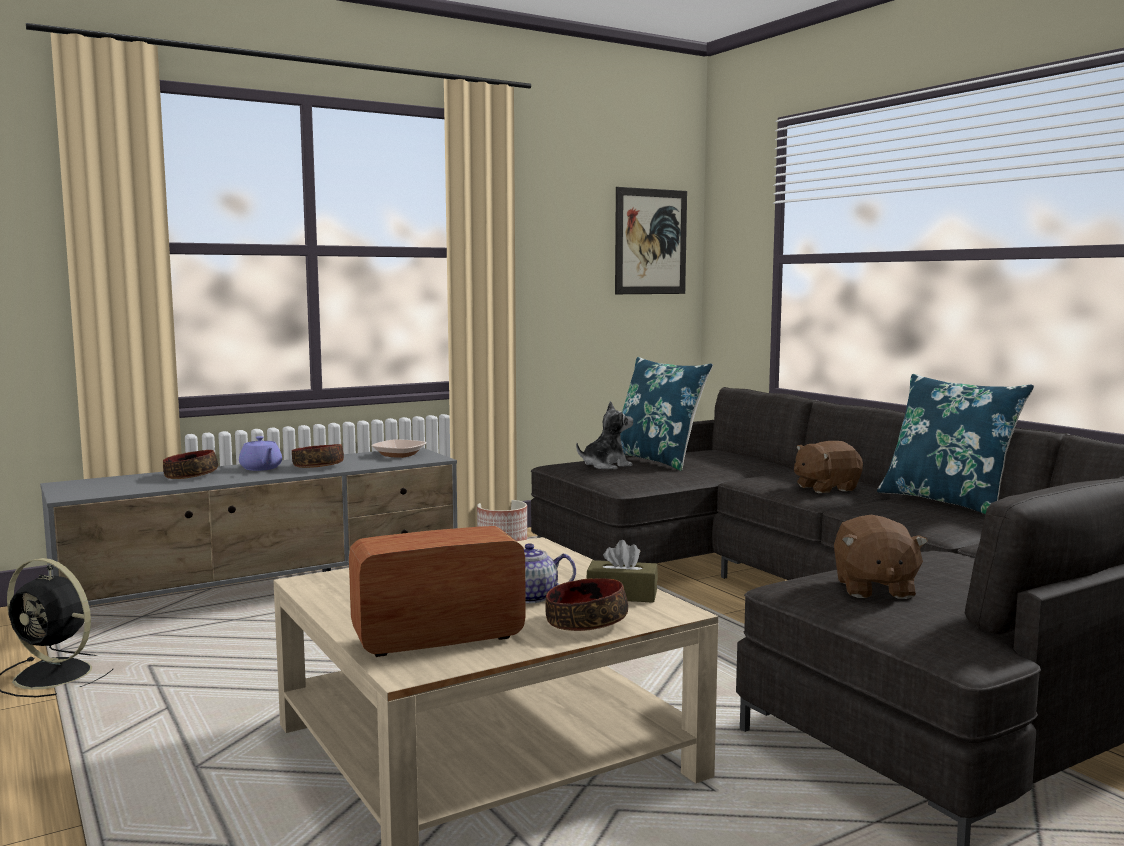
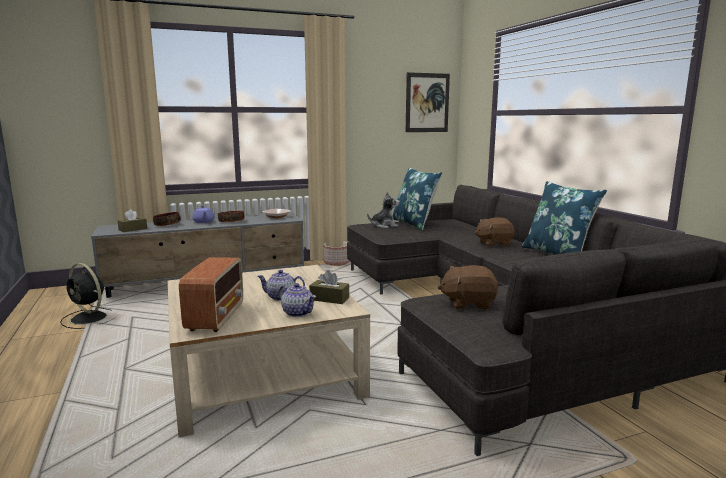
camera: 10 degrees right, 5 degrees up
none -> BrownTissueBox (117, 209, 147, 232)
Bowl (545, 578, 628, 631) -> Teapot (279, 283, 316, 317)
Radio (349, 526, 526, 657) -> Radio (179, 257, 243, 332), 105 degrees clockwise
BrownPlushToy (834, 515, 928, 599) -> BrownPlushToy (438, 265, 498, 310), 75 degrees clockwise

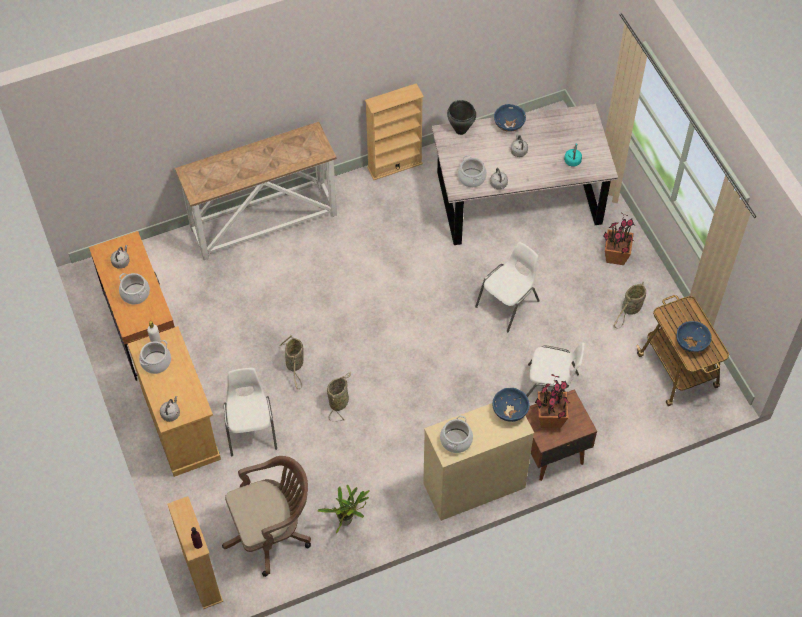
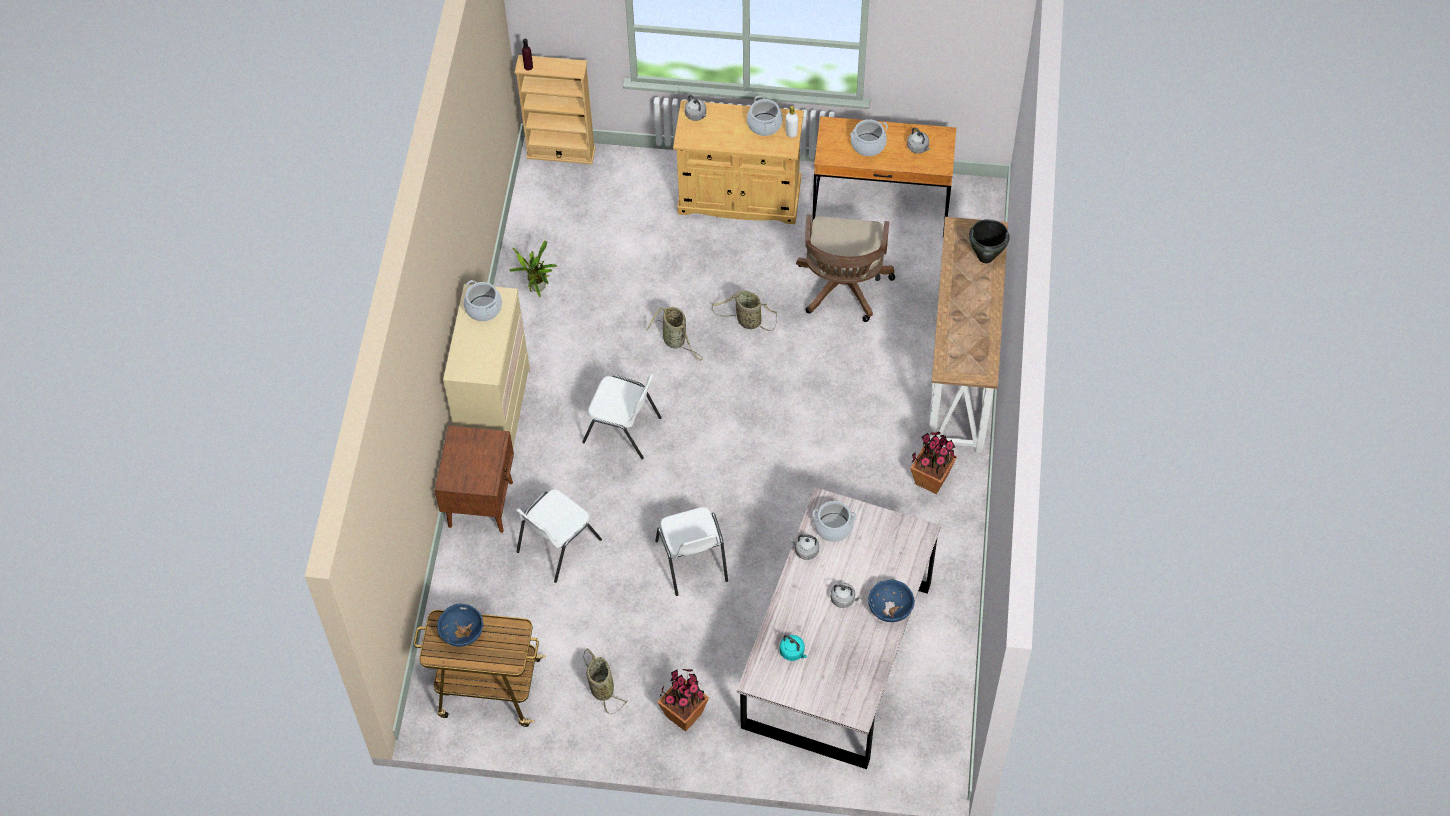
camera: 120 degrees right, 0 degrees up
BeigeBookcase (365, 83, 424, 180) -> none
BlueBowl (492, 388, 530, 422) -> none
BrownOfficeChair (222, 456, 311, 577) -> BrownOfficeChair (796, 214, 895, 322), shifted
WhiteChair (224, 368, 277, 457) -> WhiteChair (582, 374, 661, 459), shifted
BlackCookingPot (447, 100, 476, 135) -> BlackCookingPot (969, 219, 1009, 263), shifted
PottedPlant (535, 374, 570, 428) -> PottedPlant (910, 432, 957, 494), shifted

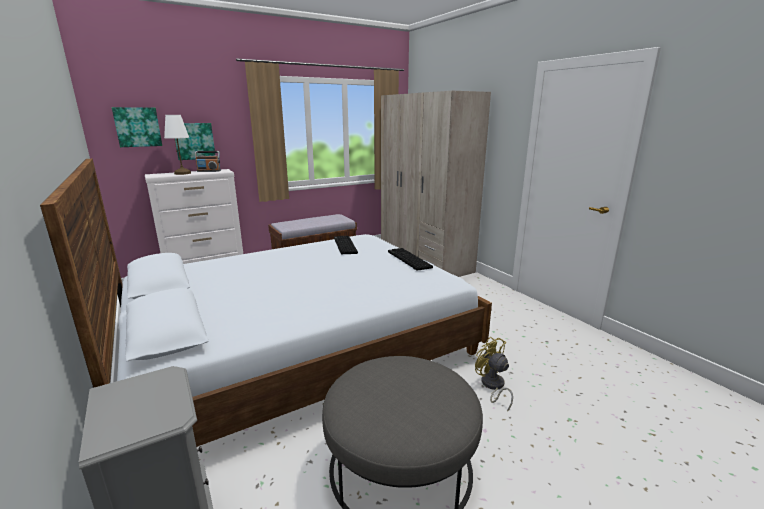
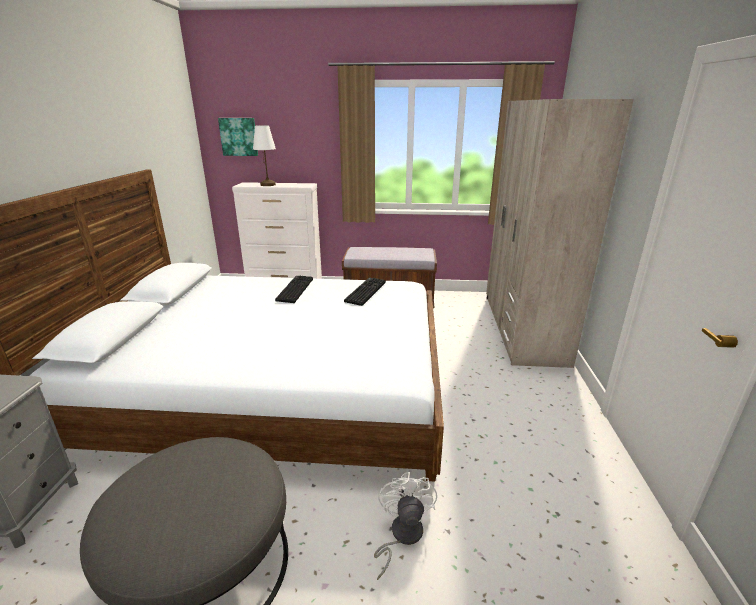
camera: 35 degrees right, 5 degrees up
Picture (175, 123, 216, 160) -> none
Radio (195, 151, 221, 172) -> none
Keyboard (388, 248, 433, 271) -> Keyboard (275, 276, 313, 303), shifted
YellowFan (475, 337, 513, 412) -> WhiteFan (374, 472, 437, 580)

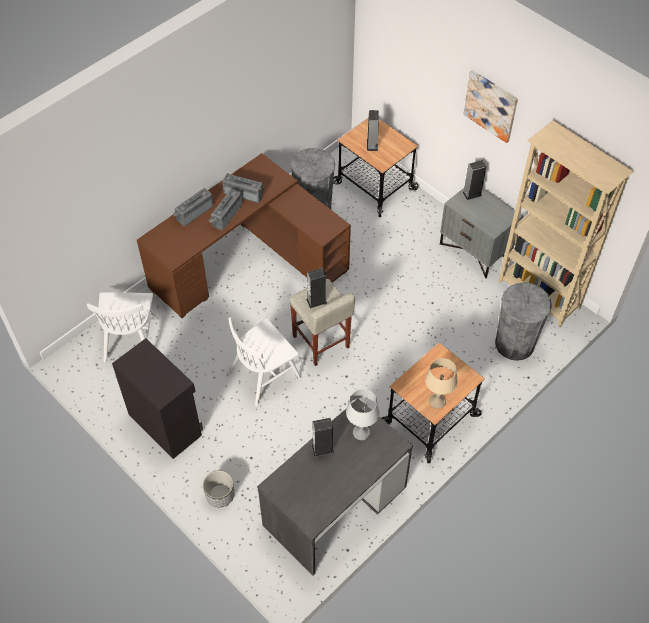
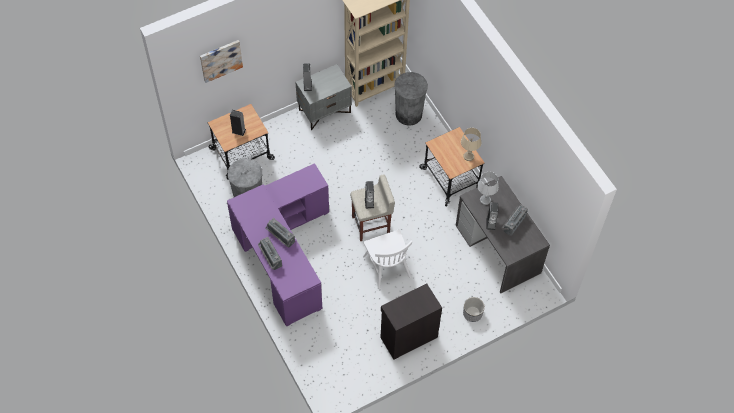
camera: 75 degrees left, 5 degrees up
WhiteChair (87, 292, 159, 362) -> none
Radio (222, 173, 265, 203) -> Radio (502, 204, 528, 236), shifted
Picture (463, 70, 518, 143) -> Picture (200, 40, 243, 83), shifted
BrownDesk (137, 153, 351, 318) -> PurpleDesk (227, 163, 329, 326)

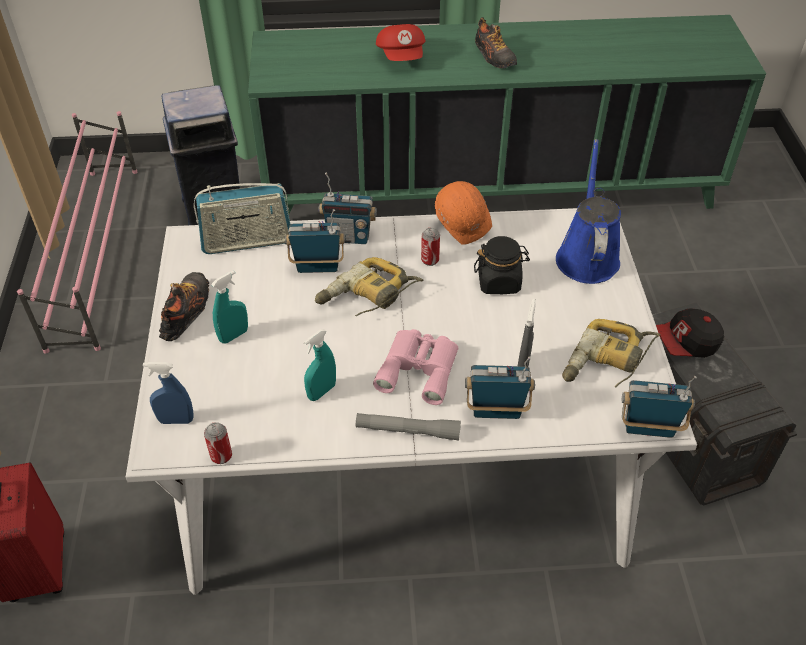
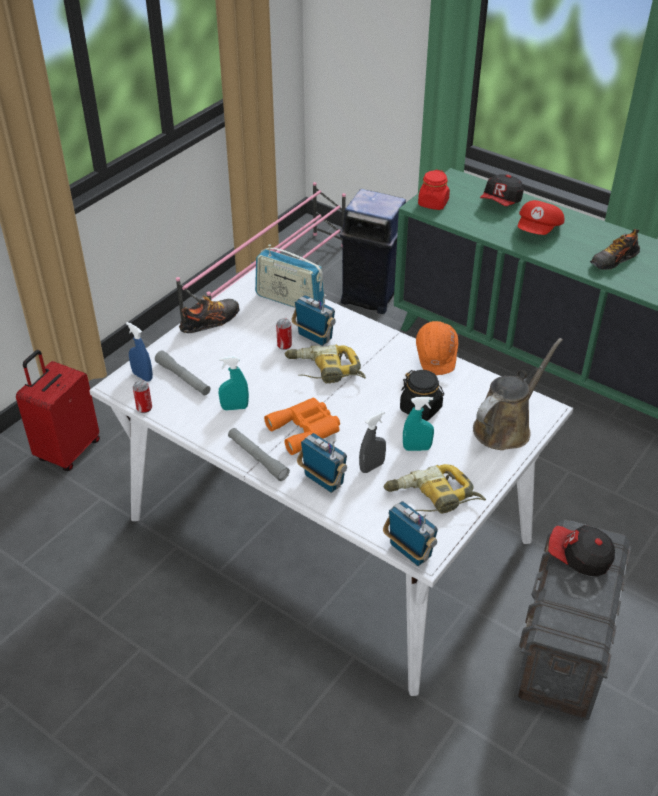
camera: 40 degrees right, 5 degrees down
Radio (319, 173, 377, 244) -> none
none -> GreyFlashlight (155, 351, 211, 395)
none -> RedJar (418, 170, 450, 210)
none -> Cap (480, 174, 524, 206)
TurquoiseSprayBottle (211, 270, 248, 344) -> TurquoiseSprayBottle (403, 397, 434, 451), shifted
Can (421, 228, 440, 266) -> Can (276, 318, 292, 350), shifted
PinkBinoculars (373, 329, 458, 405) -> OrangeBinoculars (264, 398, 340, 455)
BlueWateringCan (556, 139, 621, 284) -> BrownWateringCan (473, 338, 563, 450)
Shoe (475, 17, 517, 68) -> Shoe (590, 229, 640, 270), 45 degrees clockwise

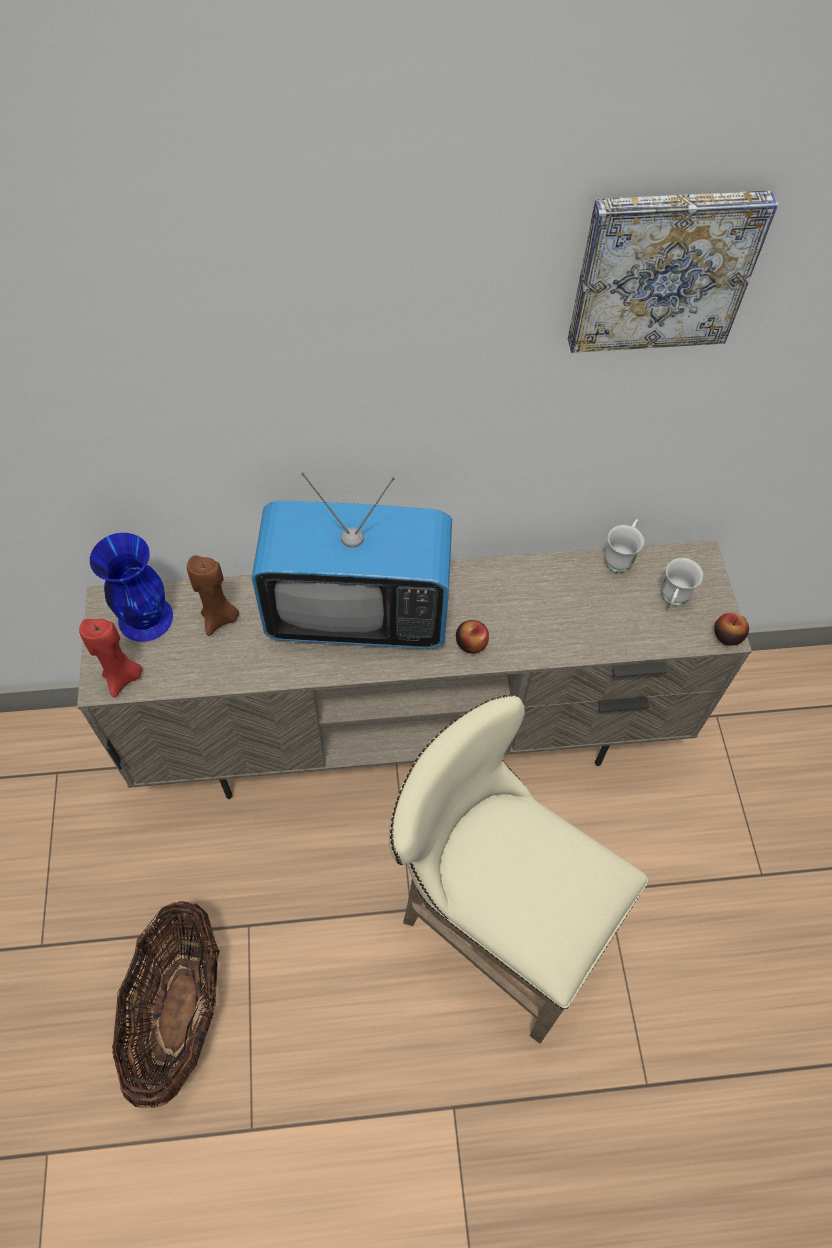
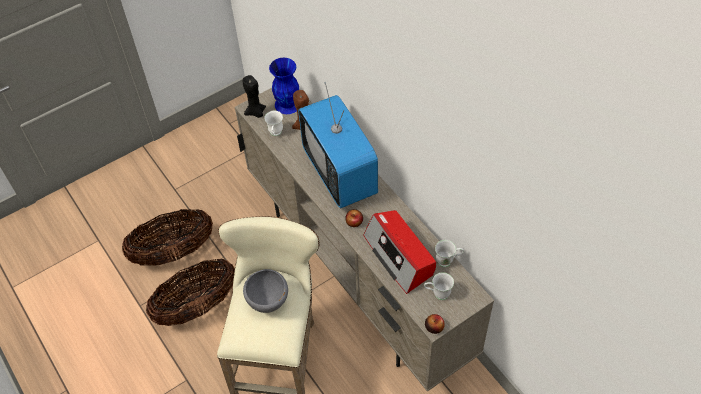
camera: 65 degrees right, 5 degrees down
Picture (568, 190, 778, 353) -> none
none -> Basket (146, 259, 235, 326)
none -> GreyBowl (243, 269, 288, 313)
none -> WhiteMug (264, 111, 283, 136)
none -> Radio (363, 210, 436, 294)
RedCandle (79, 619, 142, 698) -> BlackCandle (243, 75, 266, 118)

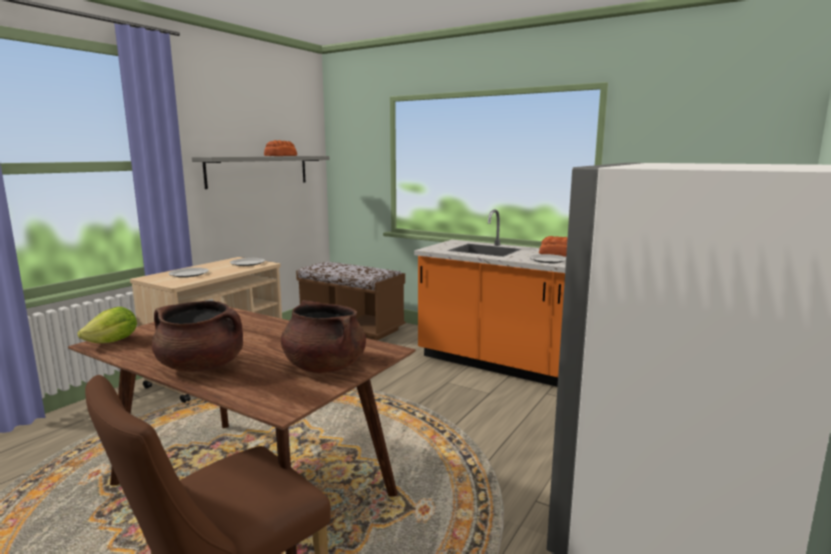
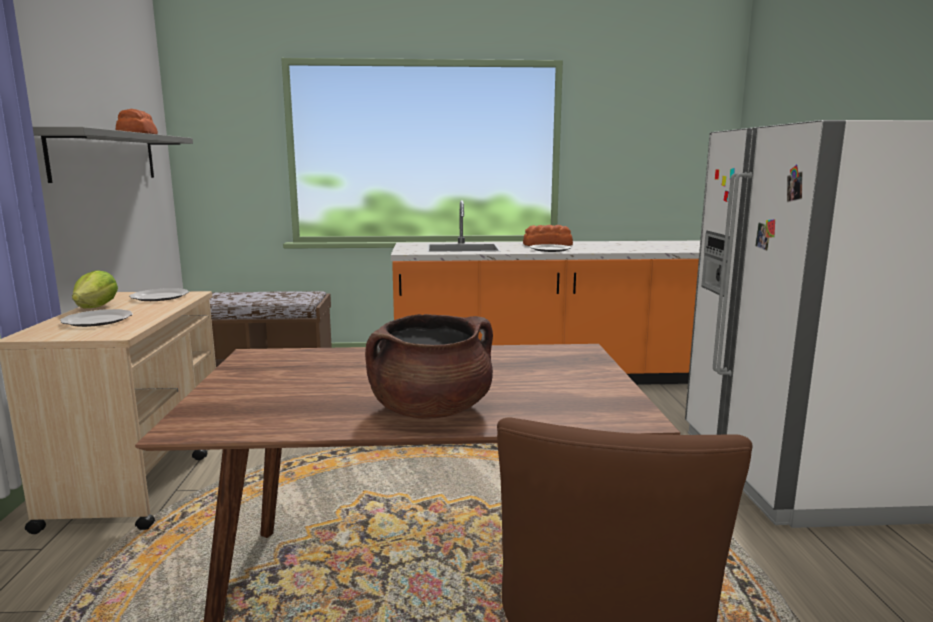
camera: 35 degrees left, 0 degrees up
BrownCookingPot (281, 300, 366, 373) -> none
Lettuce (77, 307, 137, 343) -> Lettuce (72, 270, 118, 308), shifted

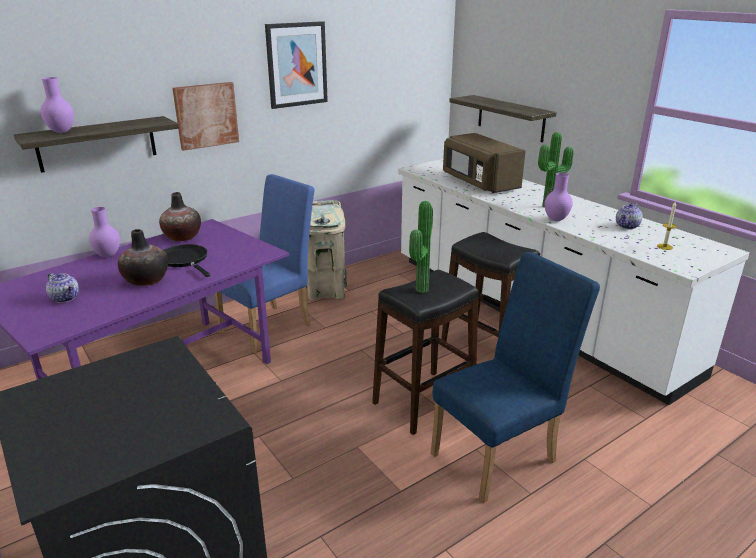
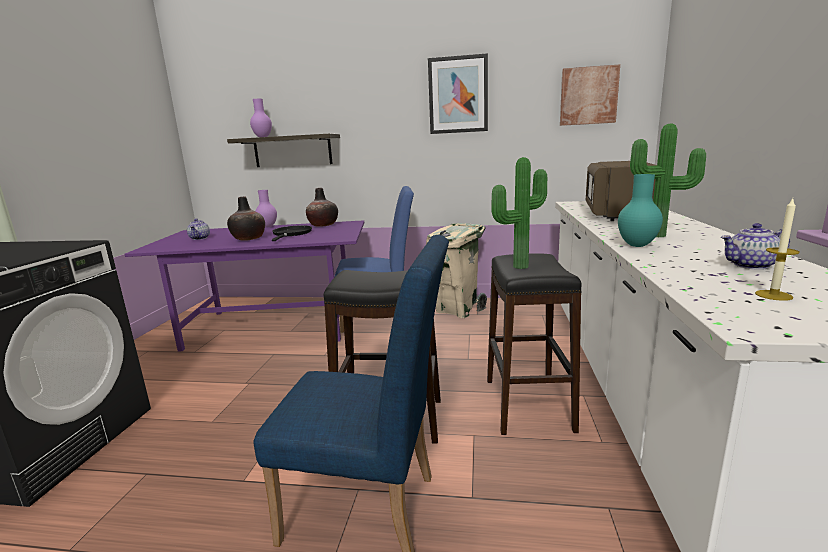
camera: 45 degrees right, 10 degrees down
Shelf (449, 95, 557, 142) -> none
Picture (172, 82, 239, 151) -> Picture (560, 64, 620, 126), shifted
PottedPlant (409, 201, 433, 293) -> PottedPlant (491, 157, 547, 269), shifted
PurpleVase (544, 172, 573, 221) -> TurquoiseVase (618, 174, 663, 247)

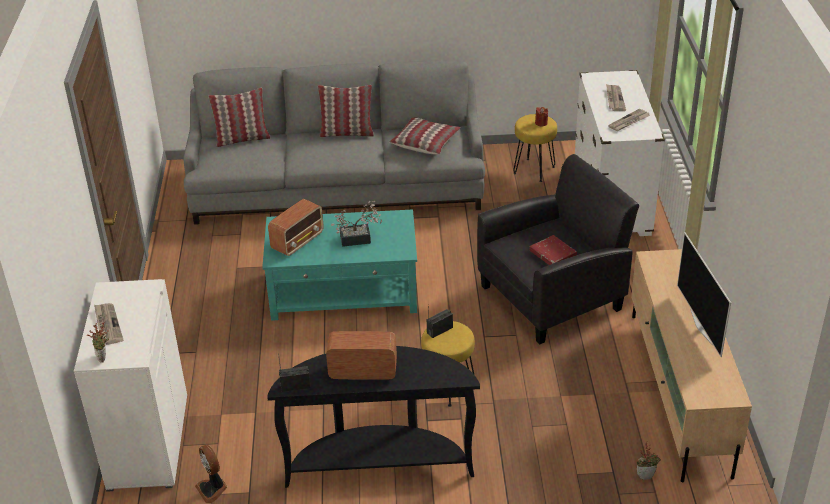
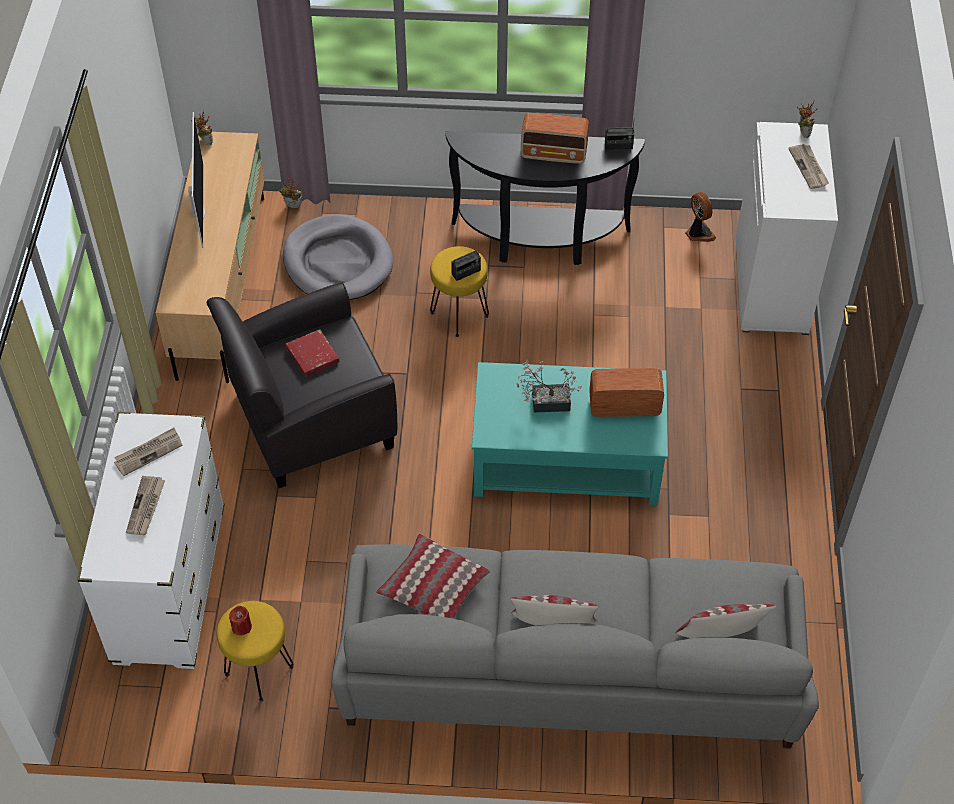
camera: 175 degrees left, 15 degrees up
none -> PottedPlant (191, 110, 213, 145)
none -> GreyDogBed (283, 214, 393, 300)
Radio (268, 199, 324, 256) -> Radio (589, 368, 664, 417), 45 degrees clockwise

